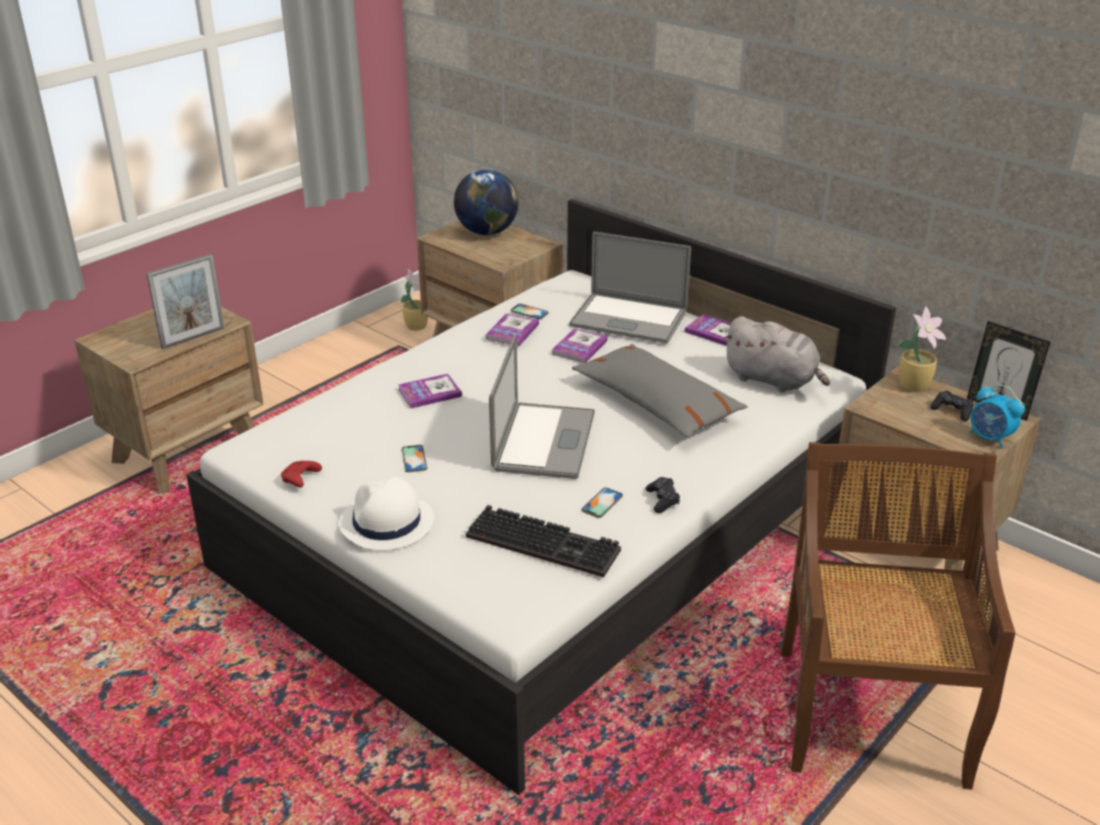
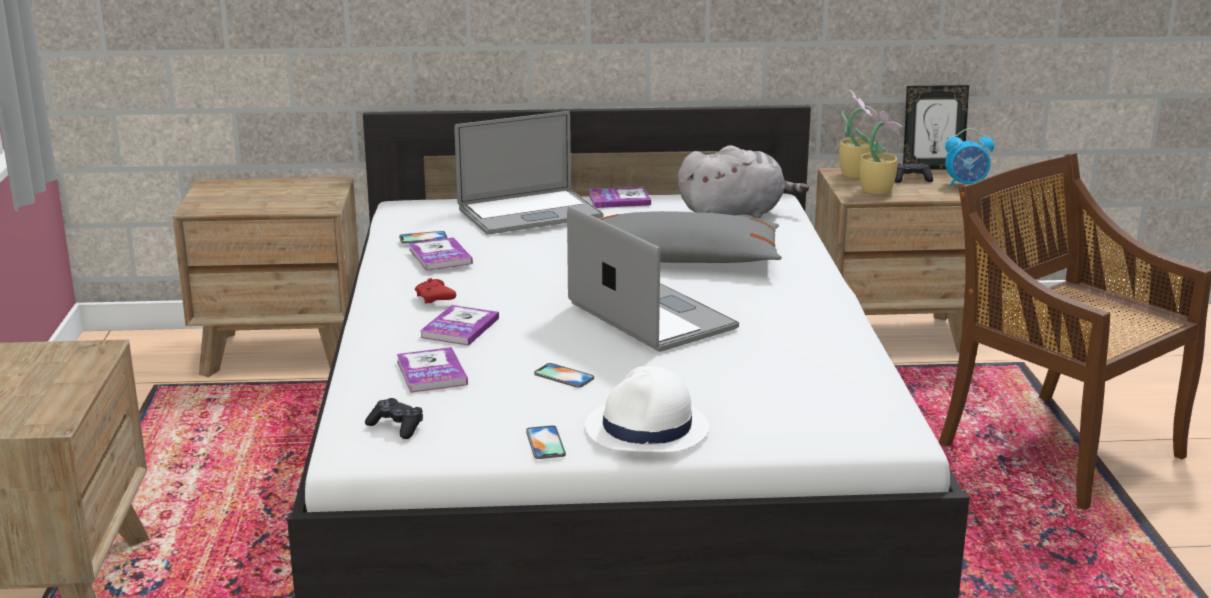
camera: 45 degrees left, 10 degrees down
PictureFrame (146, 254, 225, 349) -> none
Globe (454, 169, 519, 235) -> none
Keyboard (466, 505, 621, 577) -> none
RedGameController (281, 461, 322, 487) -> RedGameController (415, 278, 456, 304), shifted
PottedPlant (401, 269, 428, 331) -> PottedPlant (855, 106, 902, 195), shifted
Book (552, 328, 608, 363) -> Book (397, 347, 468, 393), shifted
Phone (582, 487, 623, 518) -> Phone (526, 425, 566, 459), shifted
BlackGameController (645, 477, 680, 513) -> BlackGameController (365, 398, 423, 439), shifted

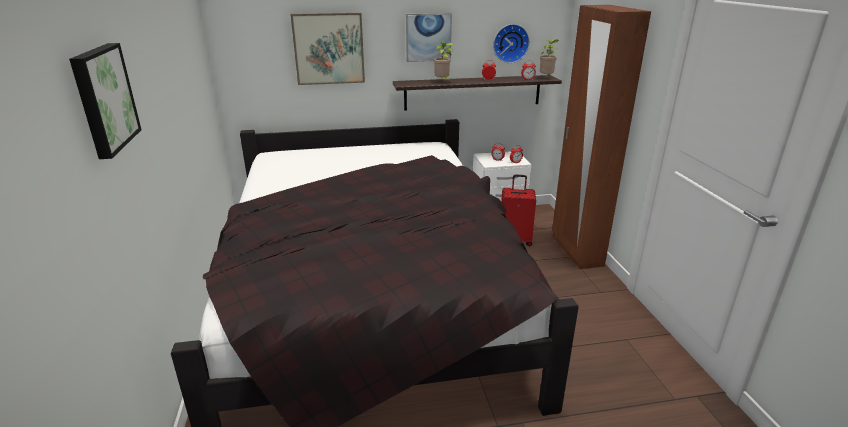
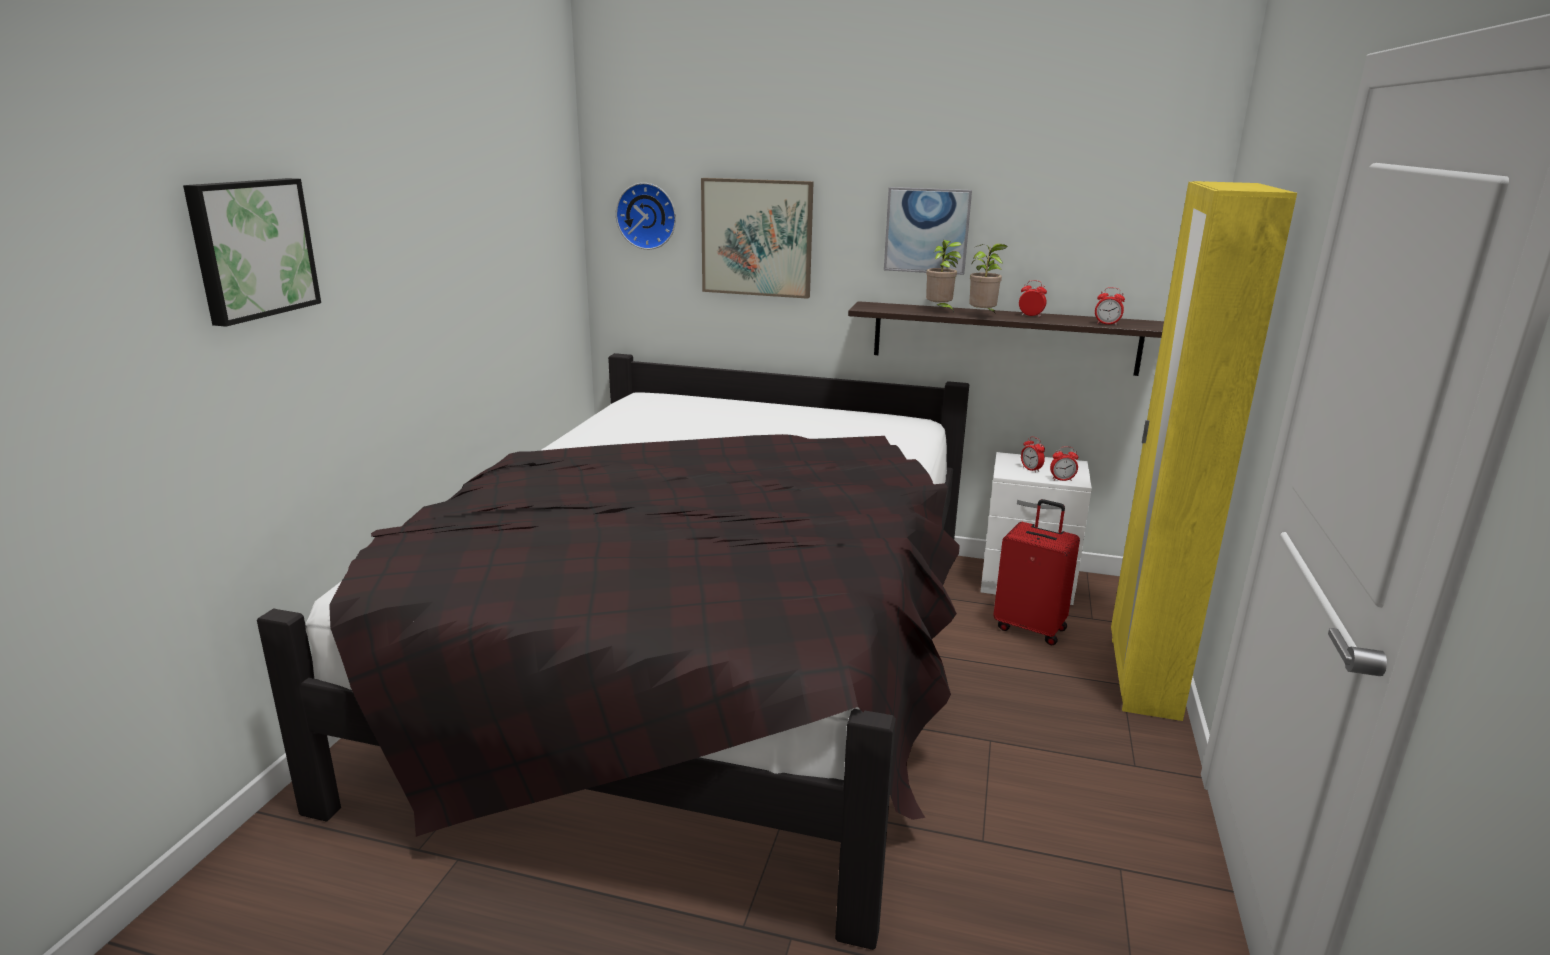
camera: 25 degrees right, 5 degrees down
WallClock (493, 24, 530, 63) -> WallClock (616, 183, 676, 250), shifted
PottedPlant (540, 39, 559, 75) -> PottedPlant (969, 243, 1008, 314), shifted
BrownWardrobe (552, 5, 651, 269) -> YellowWardrobe (1111, 181, 1297, 721)

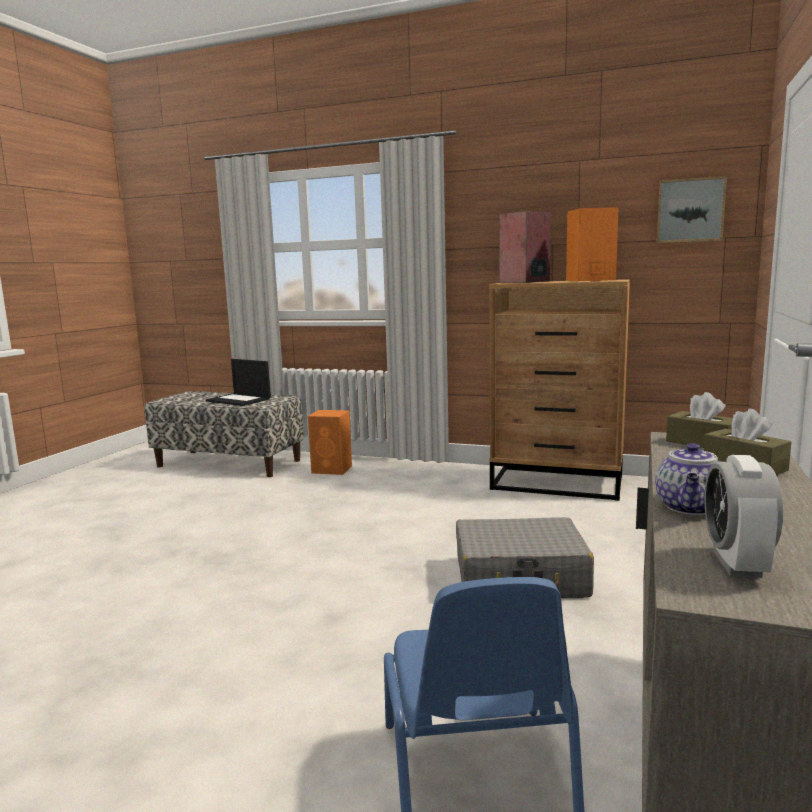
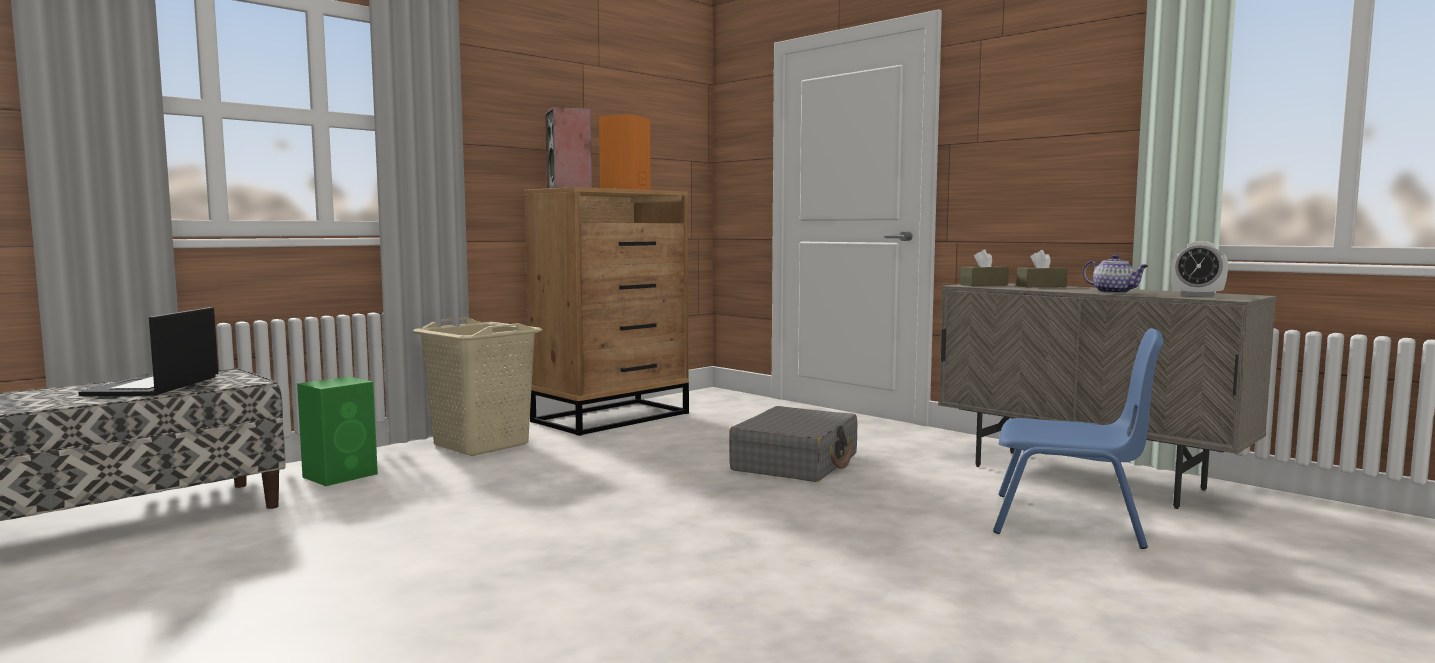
camera: 65 degrees left, 5 degrees down
Picture (657, 176, 727, 243) -> none
none -> BeigeLaundryBasket (413, 317, 542, 456)
OrangeSpeaker (308, 410, 352, 475) -> GreenSpeaker (297, 377, 378, 486)
Laptop (206, 359, 271, 406) -> Laptop (79, 307, 218, 396), 120 degrees clockwise

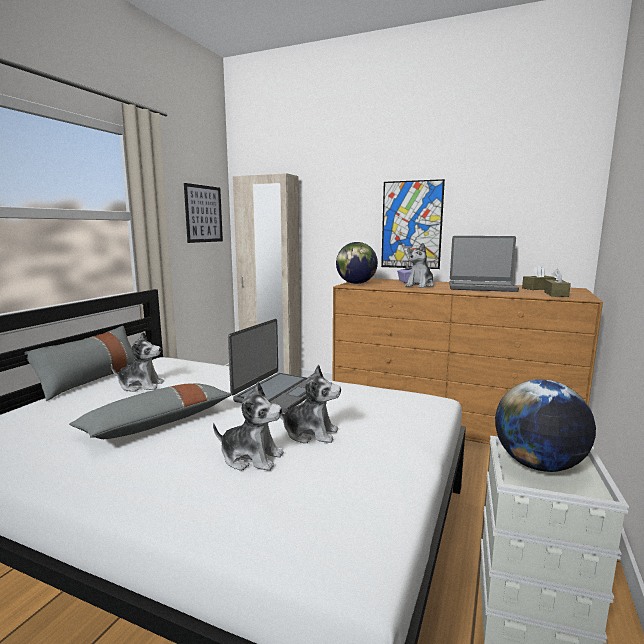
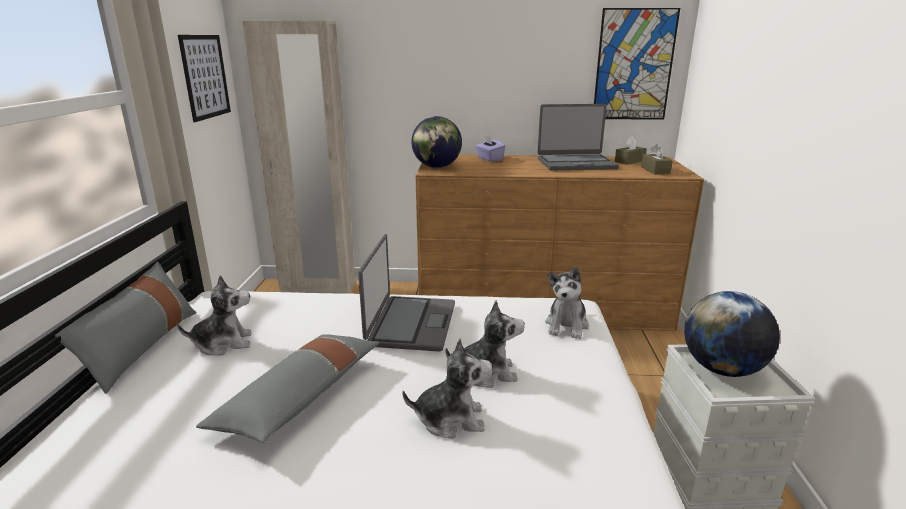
camera: 20 degrees left, 10 degrees up
Picture (381, 179, 445, 269) -> Picture (594, 8, 680, 120), shifted
PlushToy (405, 243, 434, 288) -> PlushToy (545, 266, 589, 339), shifted

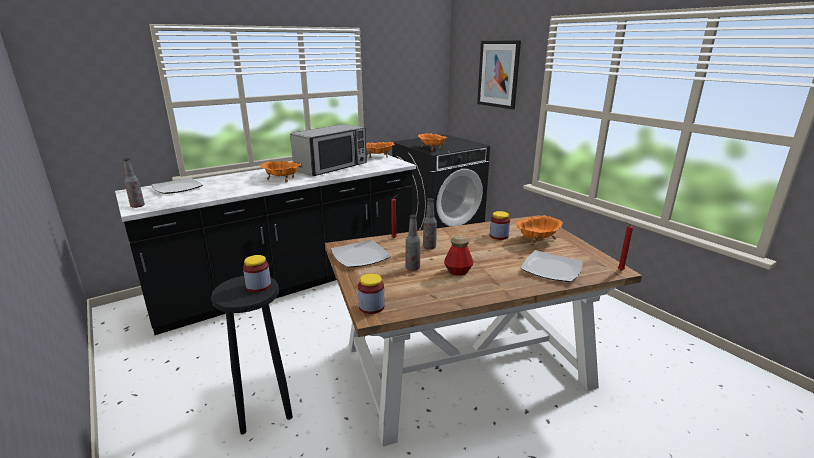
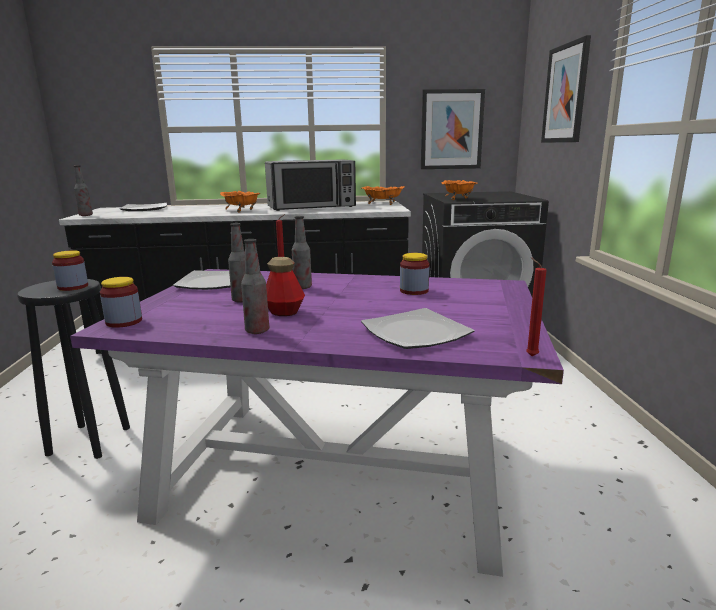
camera: 30 degrees right, 5 degrees down
OrangeBowl (516, 215, 563, 244) -> none
none -> Bottle (241, 239, 269, 334)
none -> Picture (421, 89, 485, 169)
BrownDiningTable (325, 215, 642, 447) -> PurpleDiningTable (70, 269, 564, 577)

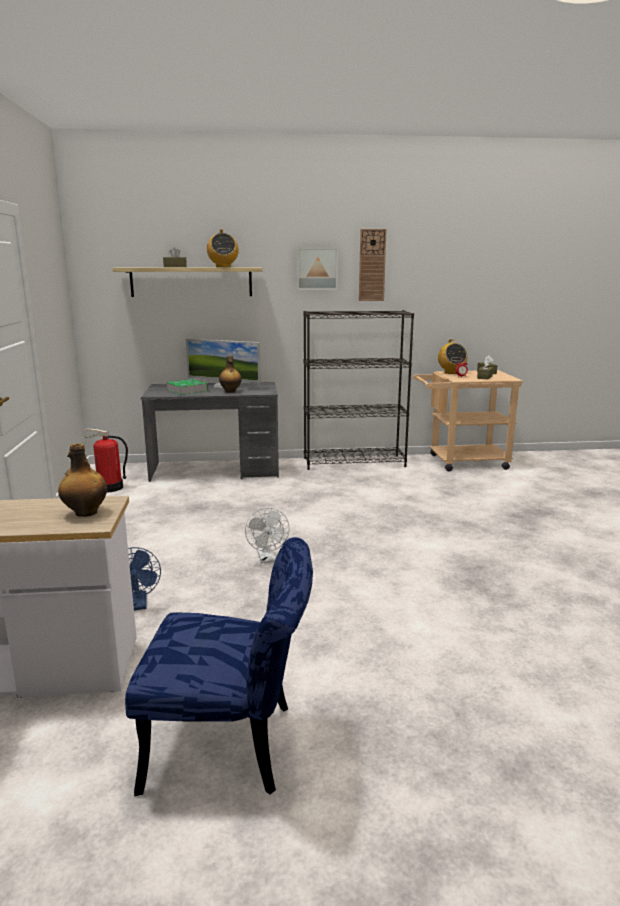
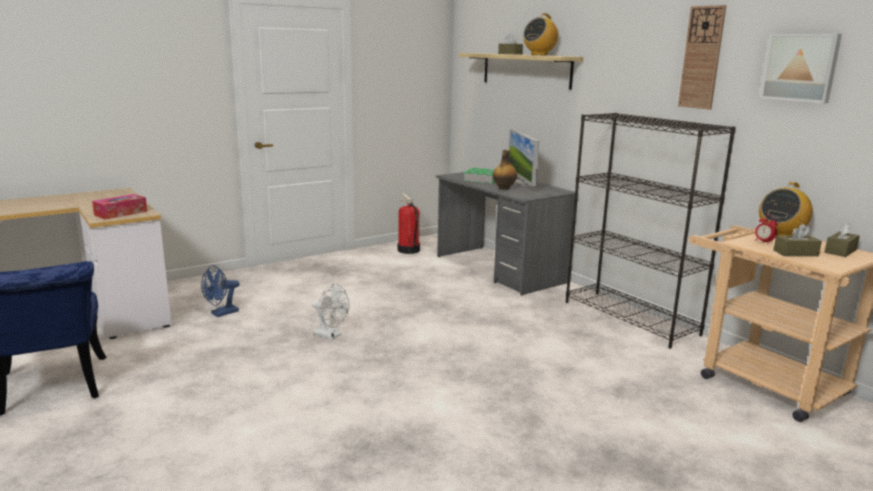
camera: 60 degrees right, 0 degrees up
Picture (297, 247, 338, 290) -> Picture (760, 34, 842, 103), shifted
Bottle (58, 443, 107, 517) -> TissueBox (92, 194, 147, 219)
WhiteFan (245, 508, 290, 563) -> WhiteFan (312, 284, 349, 340), 105 degrees counterclockwise

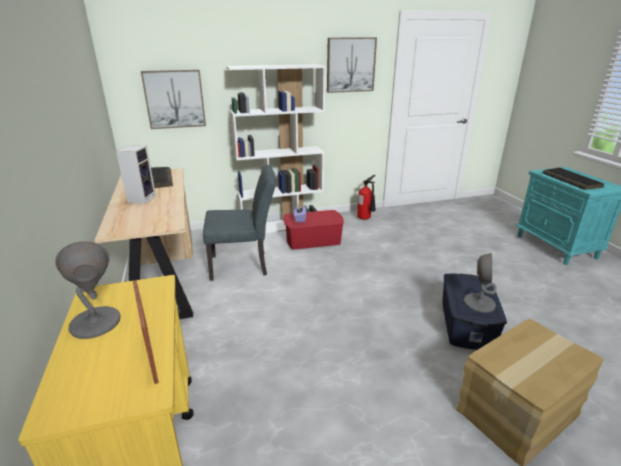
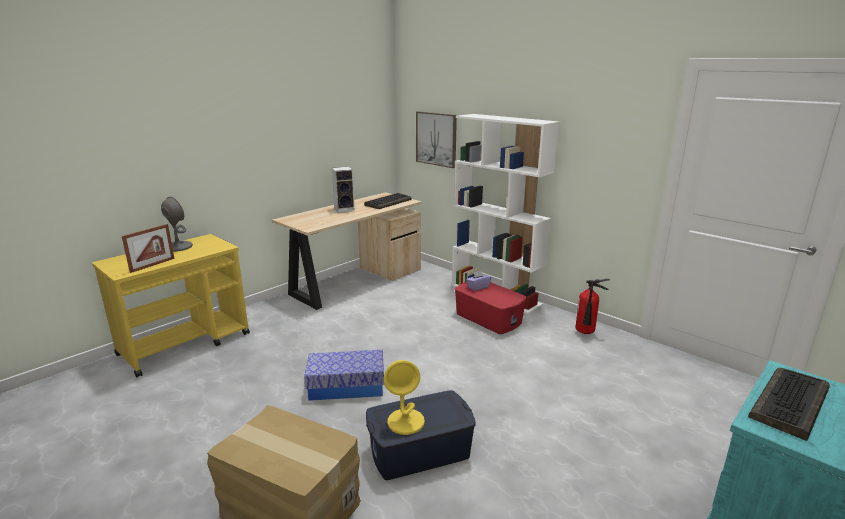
camera: 60 degrees right, 5 degrees down
GreyChair (203, 165, 276, 281) -> none
Picture (327, 38, 377, 93) -> none
none -> StorageBox (304, 350, 384, 401)
GreyTableLamp (463, 253, 497, 313) -> YellowTableLamp (384, 360, 425, 435)

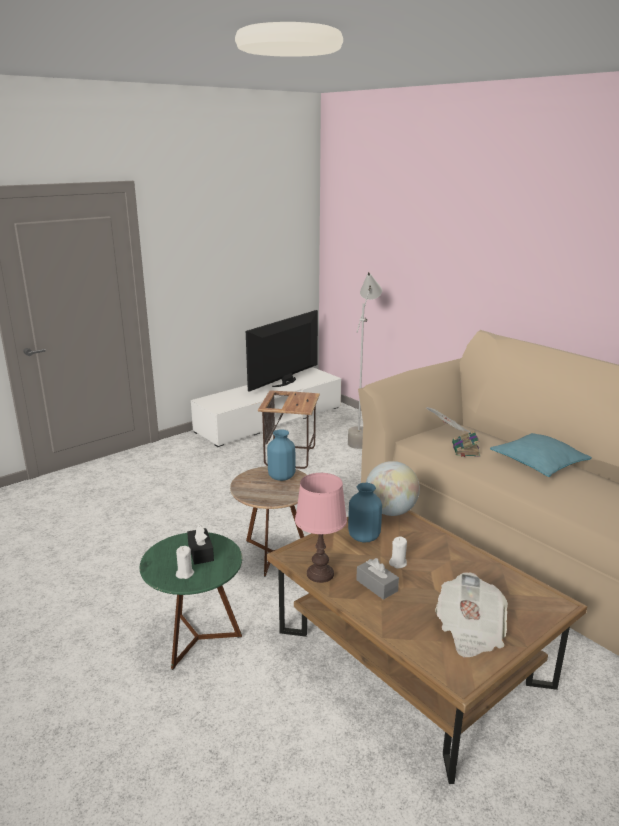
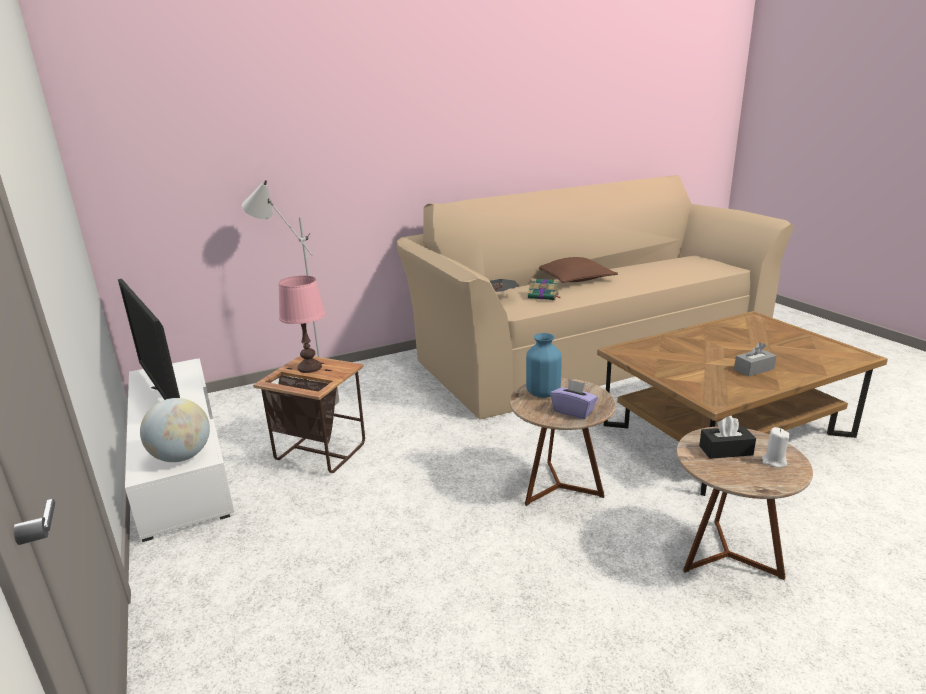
camera: 75 degrees left, 0 degrees up
BlueVase (348, 483, 382, 542) -> none
WhiteCandle (389, 536, 407, 568) -> none
Newspaper (435, 572, 508, 658) -> none
none -> PurpleTissueBox (550, 379, 598, 419)
PinkTableLamp (295, 473, 347, 583) -> PinkTableLamp (278, 276, 325, 373), shifted
Globe (366, 461, 420, 516) -> Globe (140, 398, 210, 462), shifted
GreenSideTable (140, 532, 242, 670) -> BrownSideTable (677, 426, 813, 580)
TurquoisePillow (490, 433, 592, 477) -> BrownPillow (539, 257, 618, 283)

